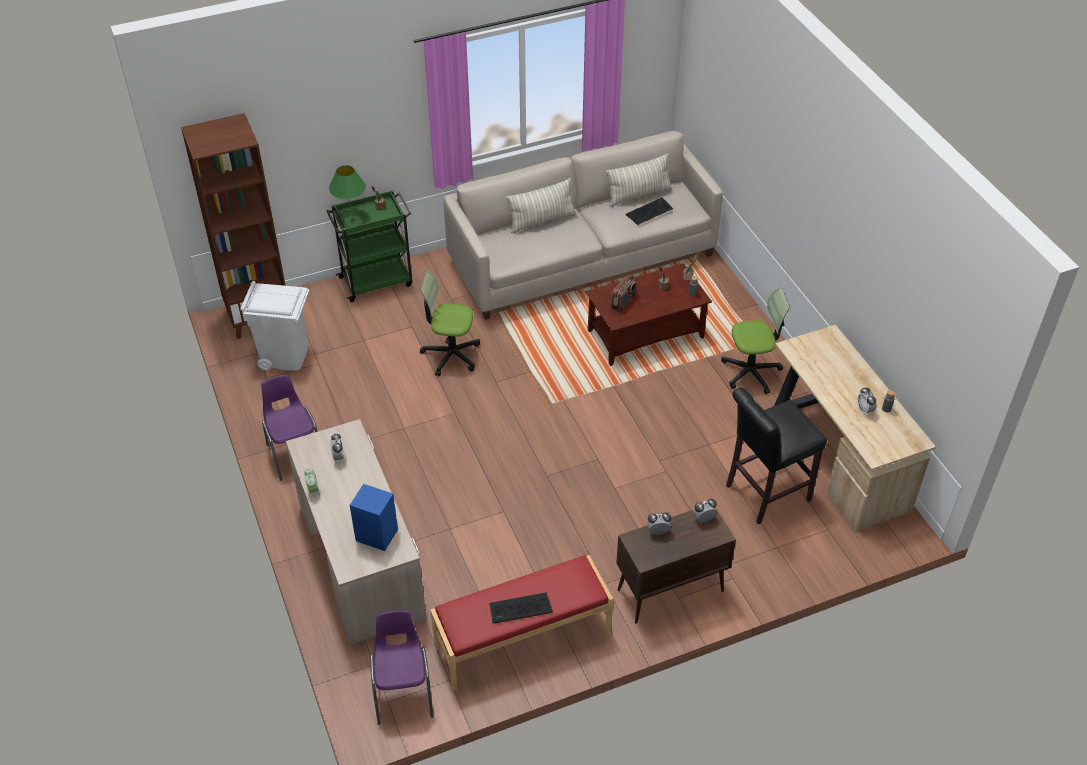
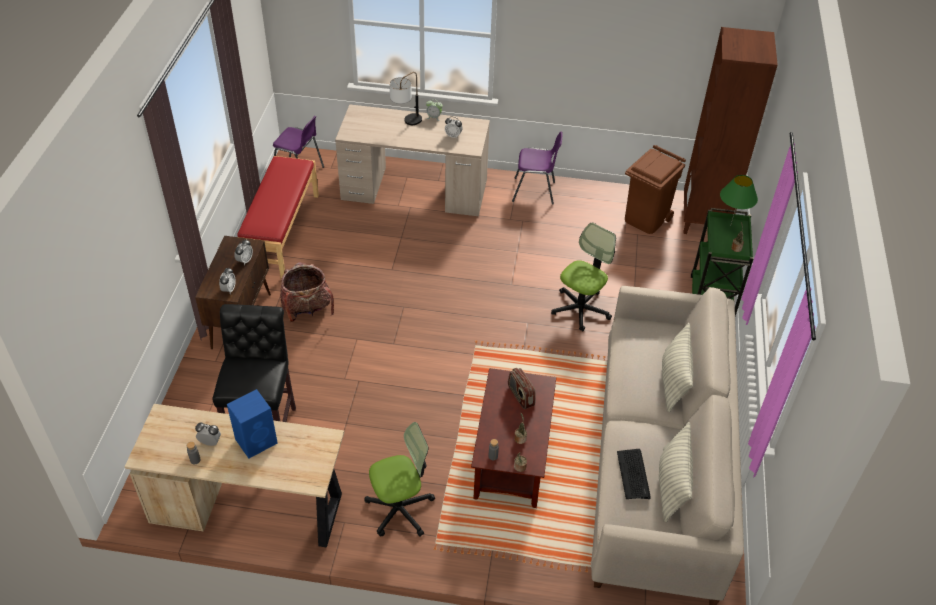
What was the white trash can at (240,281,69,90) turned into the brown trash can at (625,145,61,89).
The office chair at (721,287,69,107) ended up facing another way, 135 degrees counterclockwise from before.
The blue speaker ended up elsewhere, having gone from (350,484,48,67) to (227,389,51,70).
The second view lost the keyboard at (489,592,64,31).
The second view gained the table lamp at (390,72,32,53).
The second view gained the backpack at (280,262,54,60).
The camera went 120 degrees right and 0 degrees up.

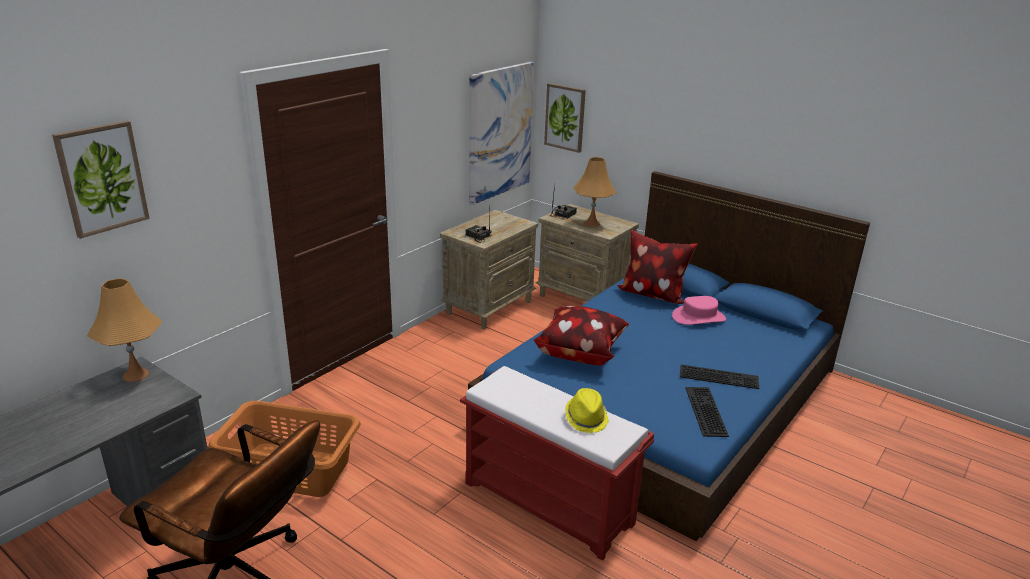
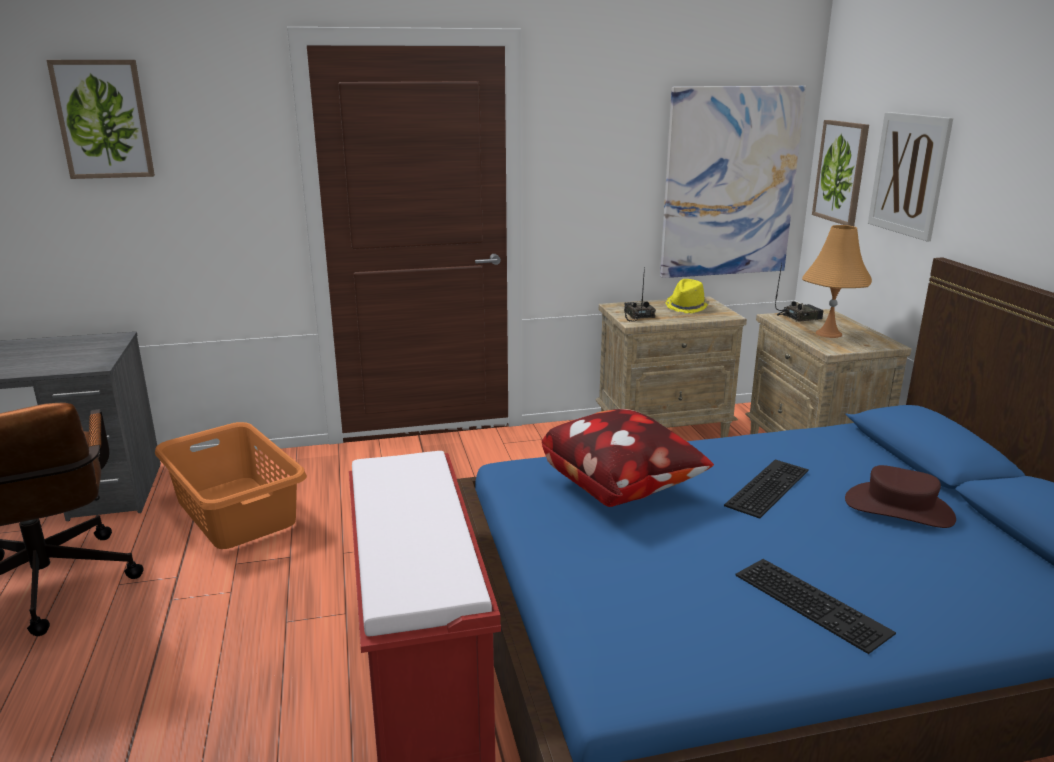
The second view lost the pillow at (617,230,81,74).
The second view lost the orange table lamp at (87,278,75,104).
What was the pink hat at (672,296,54,29) turned into the brown hat at (845,465,111,63).
The keyboard ended up elsewhere, having gone from (685,387,44,50) to (724,459,85,60).
The yellow hat ended up elsewhere, having gone from (565,388,44,45) to (666,279,43,34).
The second view gained the picture at (868,112,85,129).
The camera went 40 degrees right and 5 degrees down.

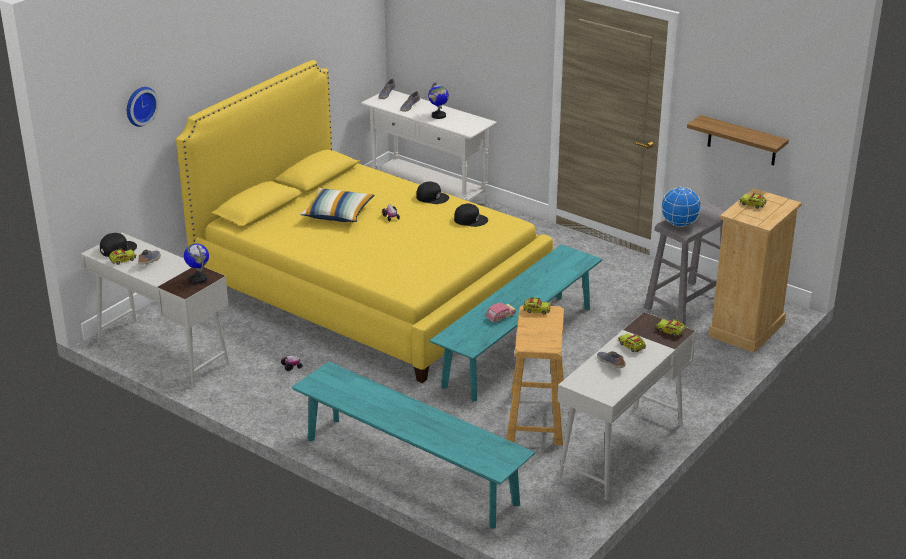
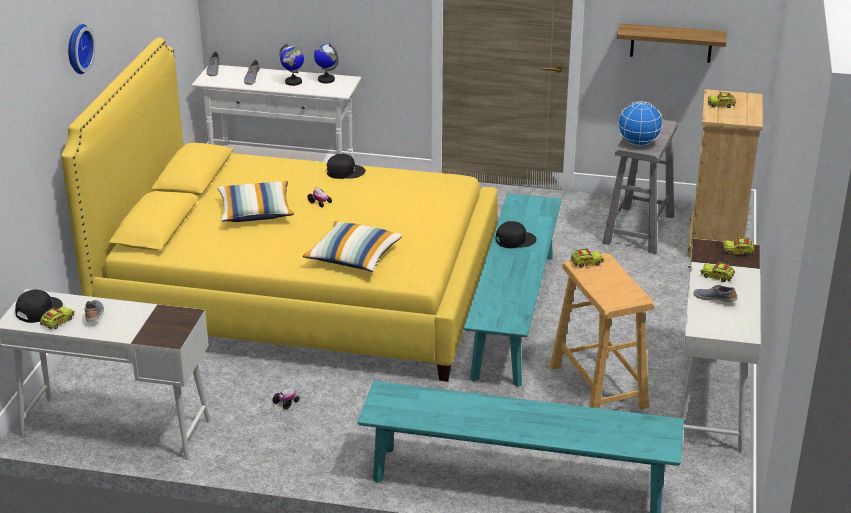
The wall clock ended up elsewhere, having gone from (127,87,32,40) to (68,24,28,50).
The black cap ended up elsewhere, having gone from (454,204,34,23) to (496,221,40,27).
The globe ended up elsewhere, having gone from (184,243,25,41) to (314,43,25,40).
The second view lost the toy car at (486,303,30,19).
The second view gained the pillow at (303,222,99,50).
The camera went 25 degrees left and 0 degrees up.

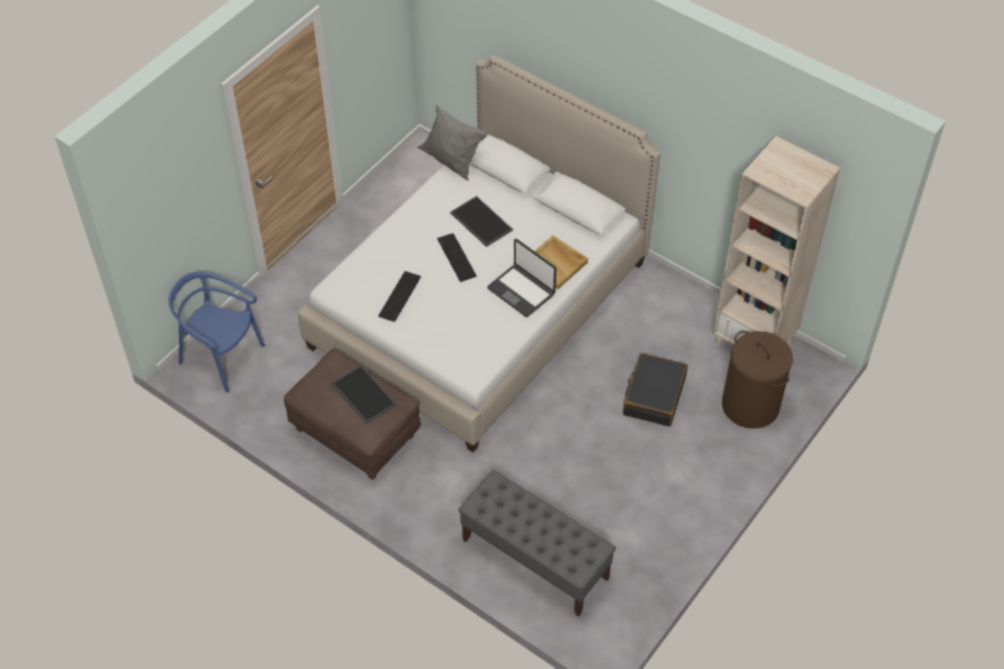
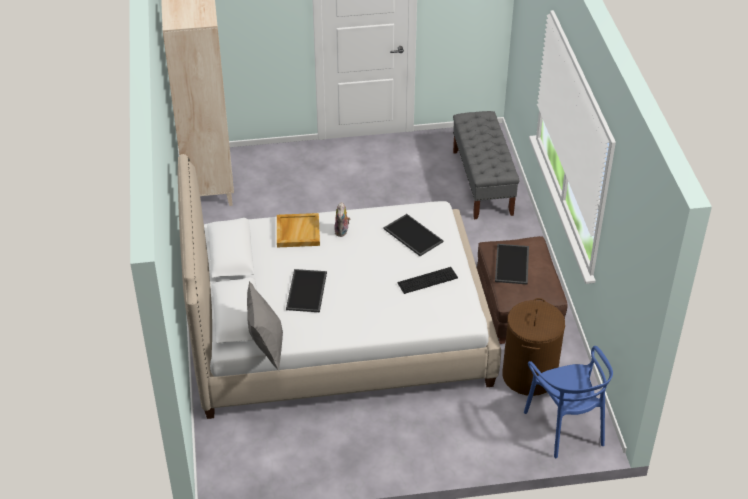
The second view lost the keyboard at (437,233,40,49).
Where the laptop stood at (487,239,69,78), the plush toy came to stand at (334,202,16,35).
The brown laundry basket ended up elsewhere, having gone from (722,331,71,98) to (502,298,63,98).
The second view lost the black suitcase at (623,353,65,74).
The second view gained the tray at (383,214,61,42).
The camera went 135 degrees left and 10 degrees down.

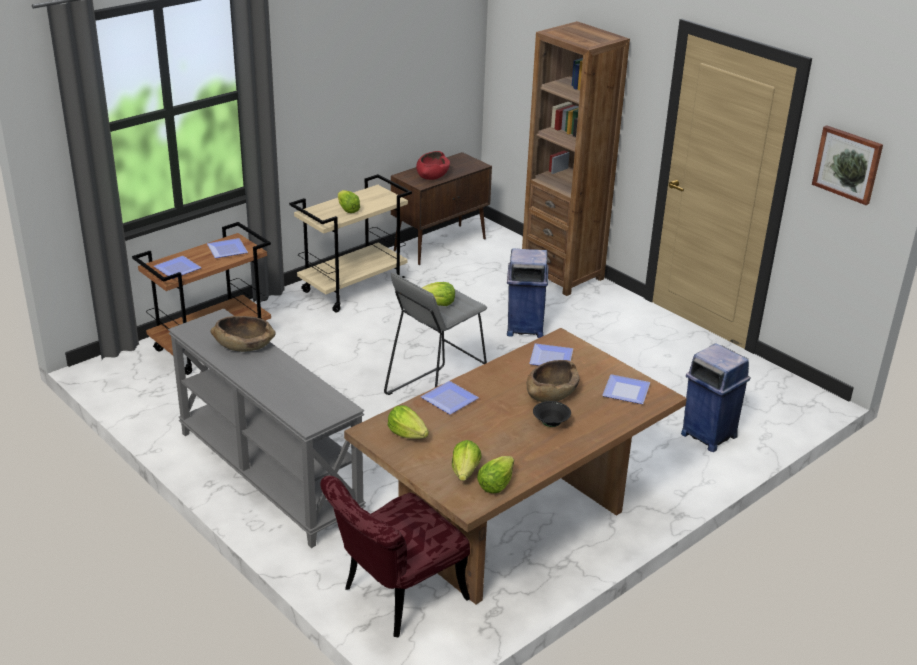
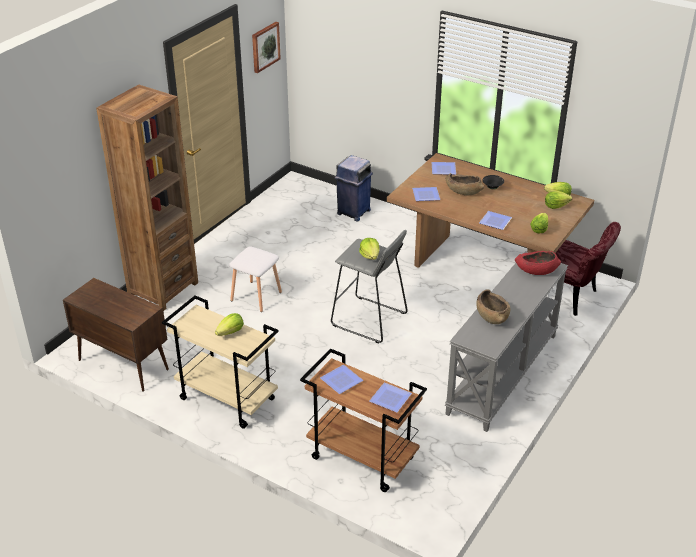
The red bowl ended up elsewhere, having gone from (416,151,34,29) to (515,251,46,24).
Where the blue trash can stood at (507,248,42,90), the white stool came to stand at (229,246,53,66).
The camera went 105 degrees left and 5 degrees up.

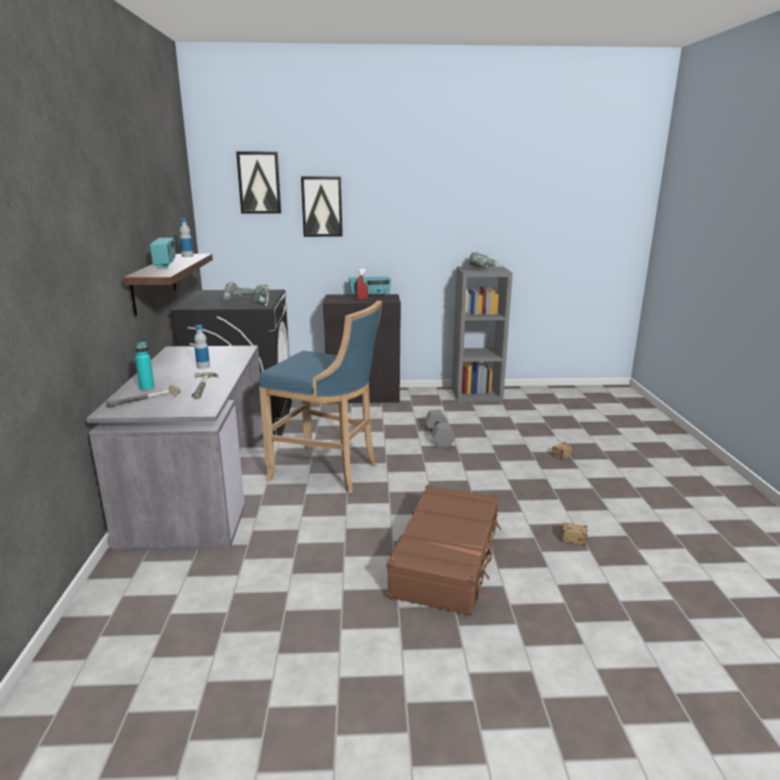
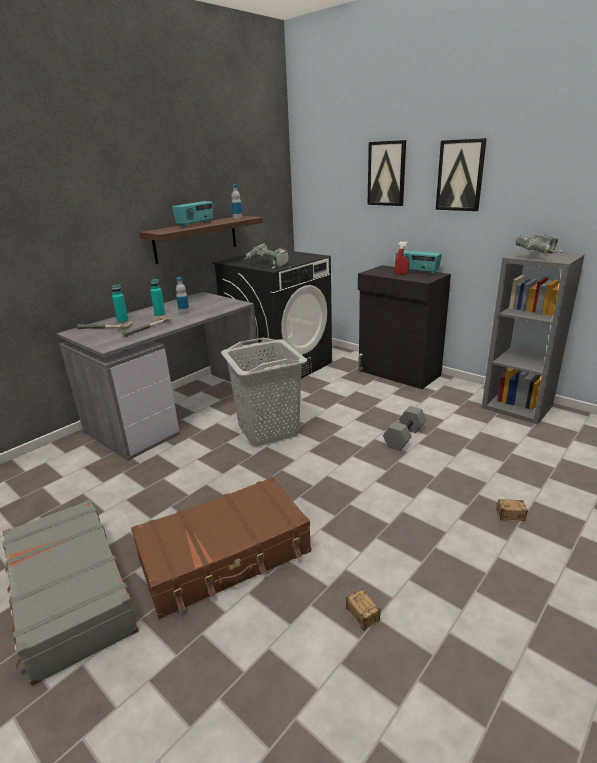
The picture ended up elsewhere, having gone from (236,152,45,62) to (436,138,51,73).
Where the blue stool stood at (259,300,123,193), the grey laundry basket came to stand at (221,338,86,108).
The second view gained the turquoise bottle at (150,279,15,37).
The second view gained the grey suitcase at (3,499,136,187).
The camera went 45 degrees right and 5 degrees up.

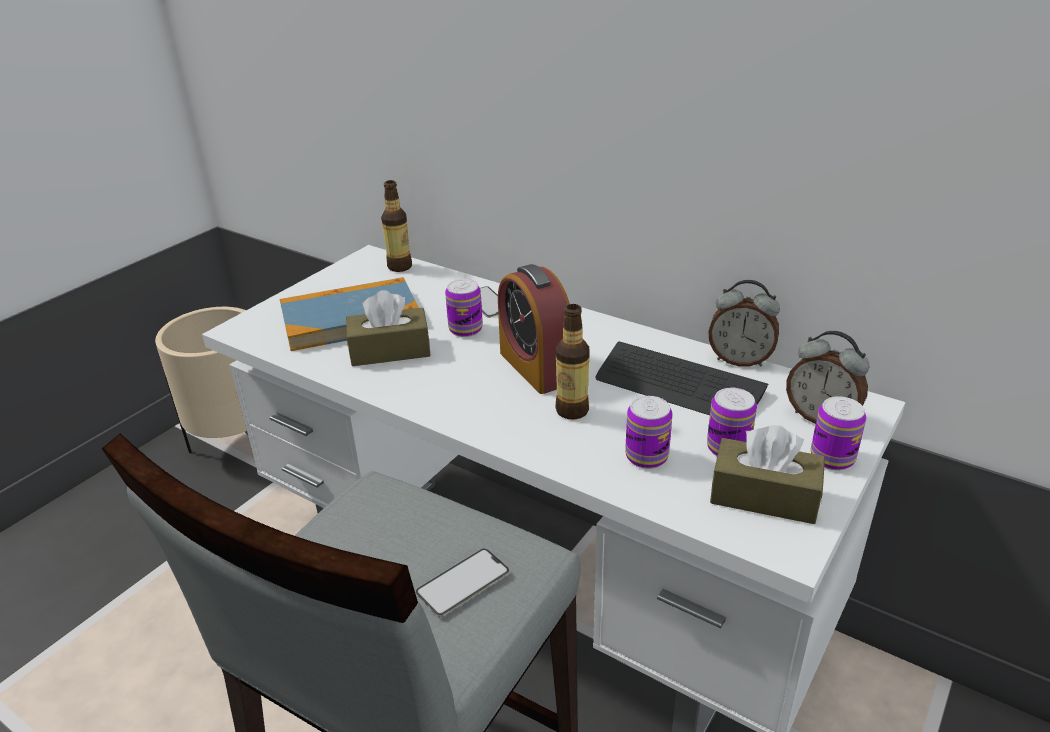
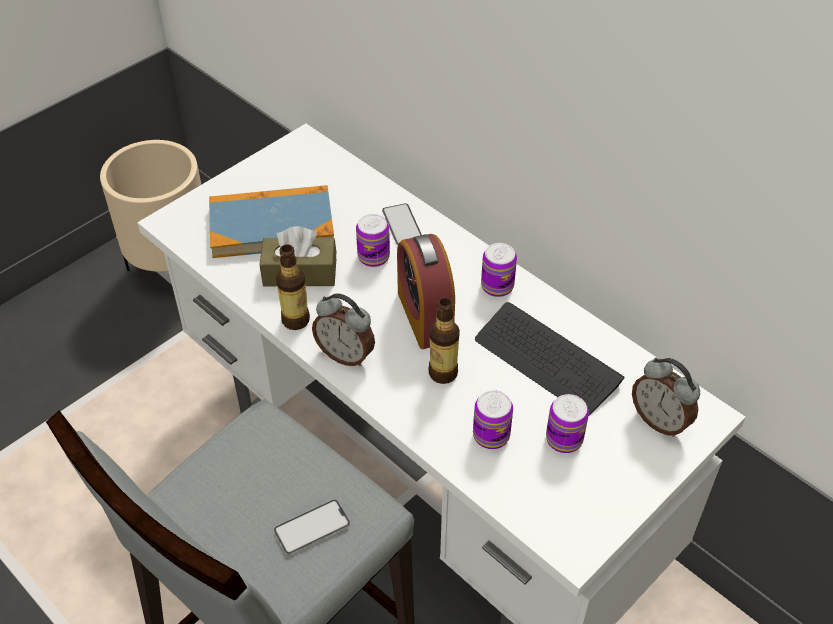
The bottle ended up elsewhere, having gone from (381,180,31,92) to (276,244,34,86).
The alarm clock ended up elsewhere, having gone from (708,280,72,87) to (312,293,63,73).
The can ended up elsewhere, having gone from (811,396,55,74) to (481,243,36,54).
The second view lost the brown tissue box at (710,425,115,99).
The camera went 10 degrees right and 15 degrees up.

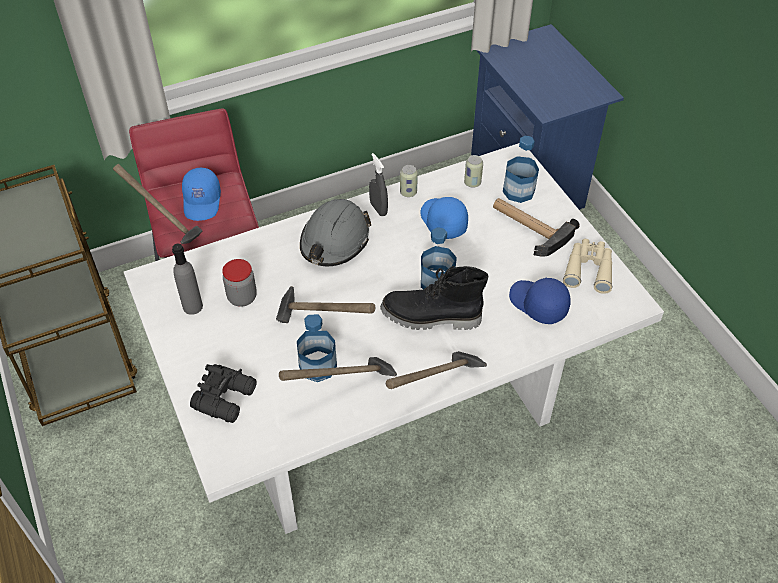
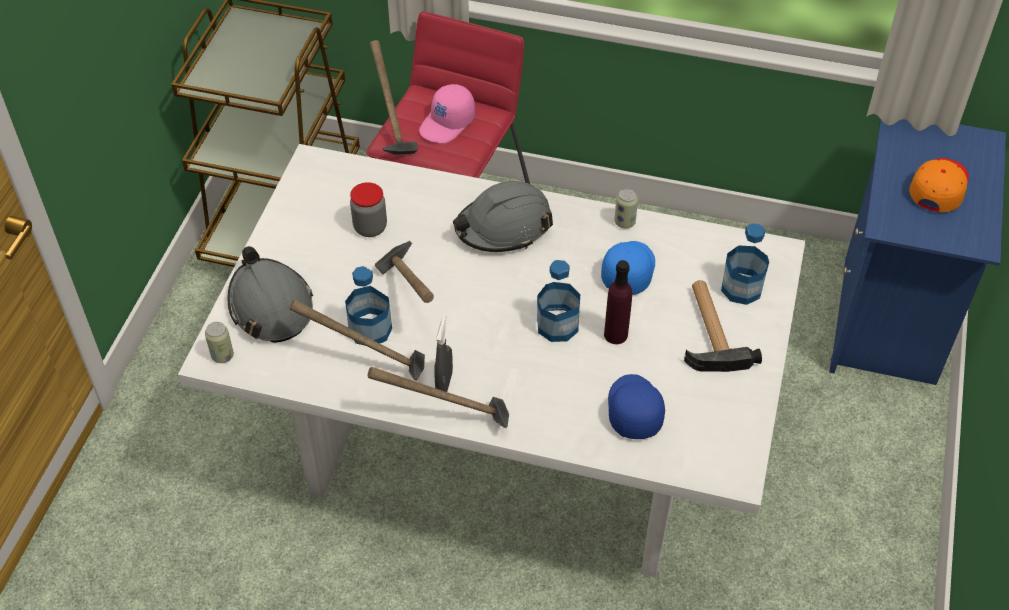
The grey spray bottle ended up elsewhere, having gone from (369,153,19,63) to (434,316,19,76).
The can ended up elsewhere, having gone from (464,155,19,33) to (205,322,29,41).
What was the blue cap at (182,168,39,53) turned into the pink cap at (419,84,56,59).
The second view lost the beige binoculars at (563,239,49,55).
The second view lost the grey bottle at (172,244,31,71).
The second view lost the black boot at (380,266,108,64).
Where the black binoculars stood at (190,364,67,59), the grey hard hat came to stand at (228,246,85,97).
The second view gained the orange cap at (909,158,60,54).
The second view gained the purple bottle at (604,260,28,84).
The camera went 40 degrees right and 0 degrees up.

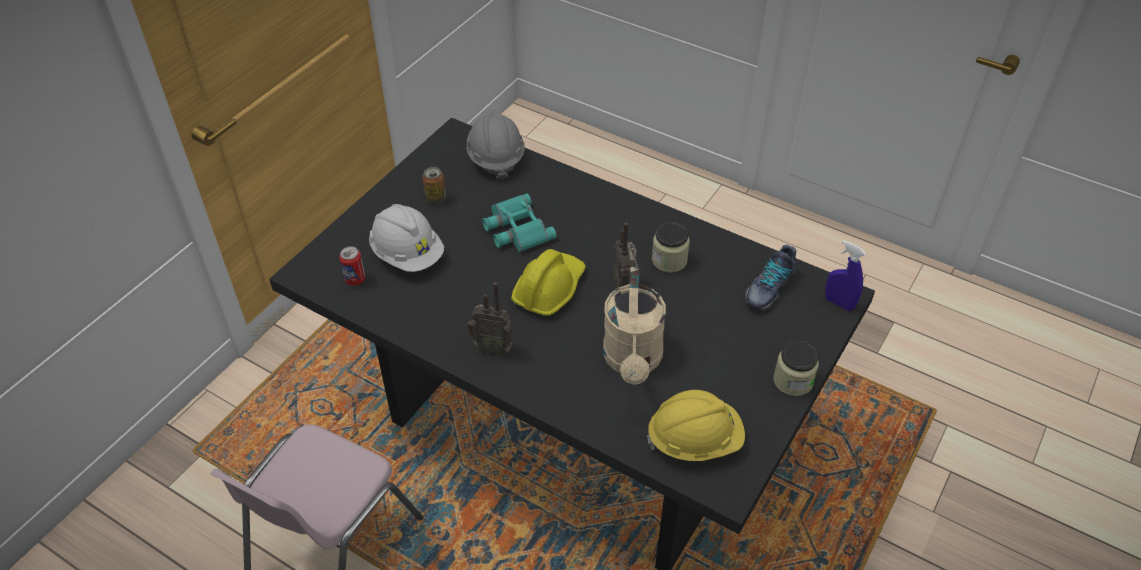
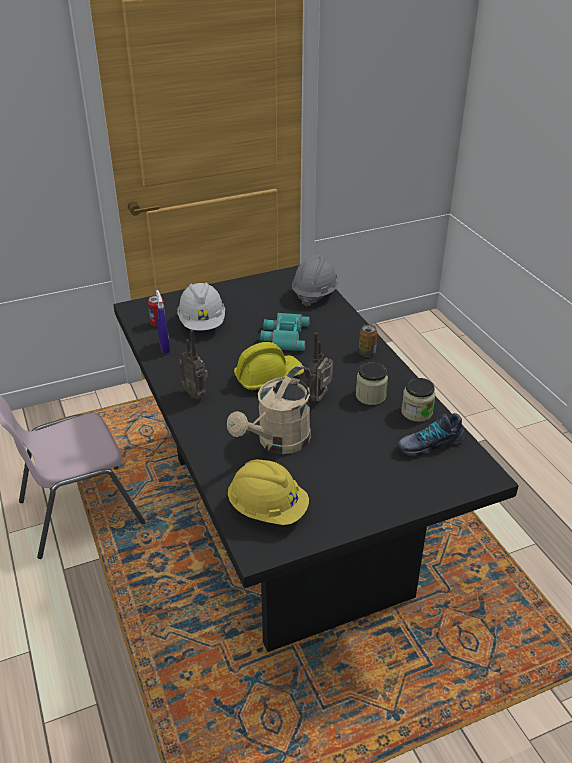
The can ended up elsewhere, having gone from (423,167,23,38) to (359,324,18,33).
The blue spray bottle ended up elsewhere, having gone from (825,240,41,71) to (156,290,14,63).
The jar ended up elsewhere, having gone from (773,341,46,55) to (401,378,35,44).
The camera went 35 degrees right and 10 degrees down.

